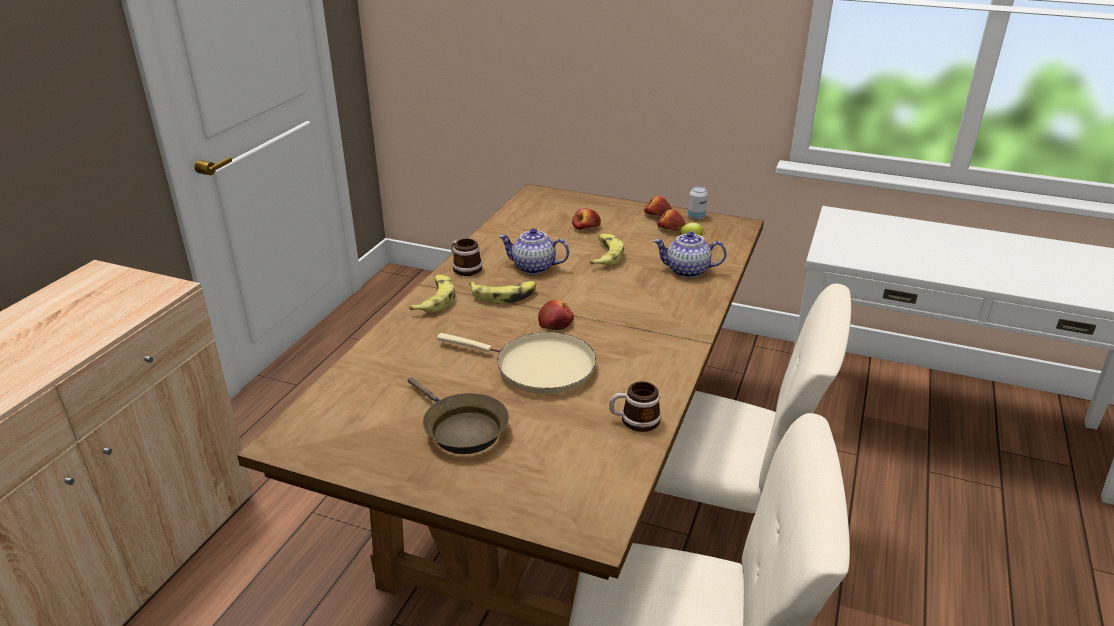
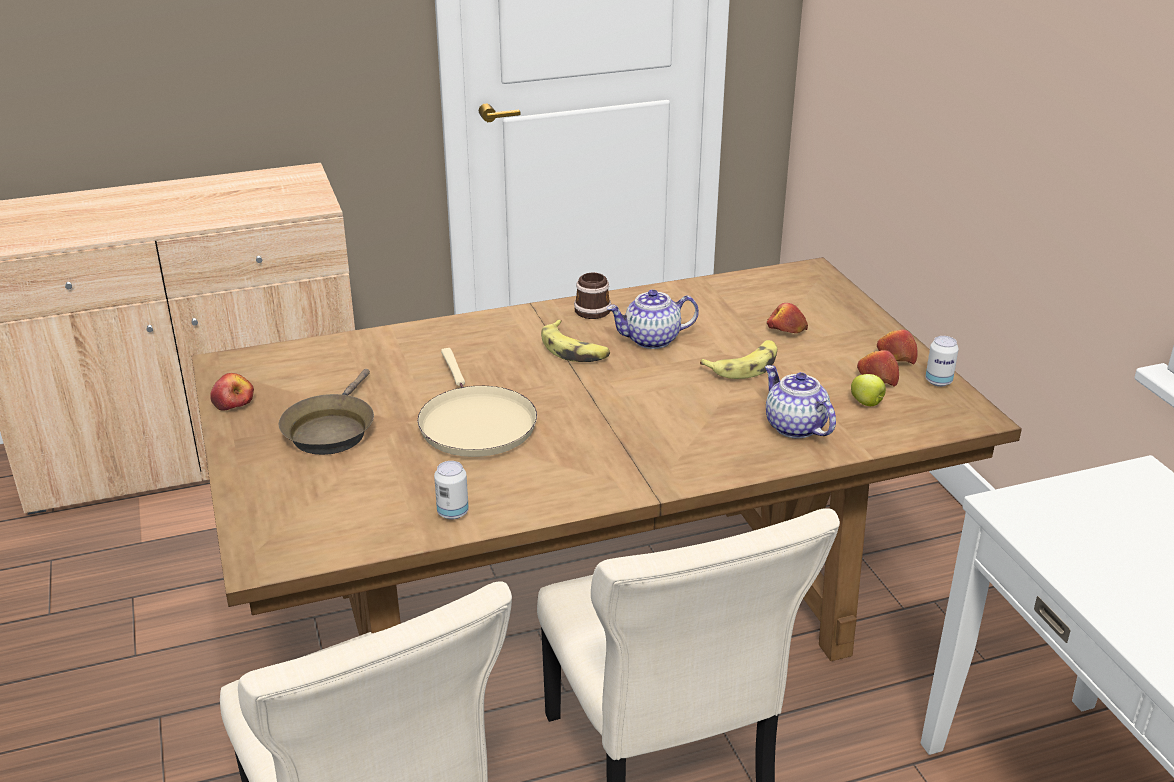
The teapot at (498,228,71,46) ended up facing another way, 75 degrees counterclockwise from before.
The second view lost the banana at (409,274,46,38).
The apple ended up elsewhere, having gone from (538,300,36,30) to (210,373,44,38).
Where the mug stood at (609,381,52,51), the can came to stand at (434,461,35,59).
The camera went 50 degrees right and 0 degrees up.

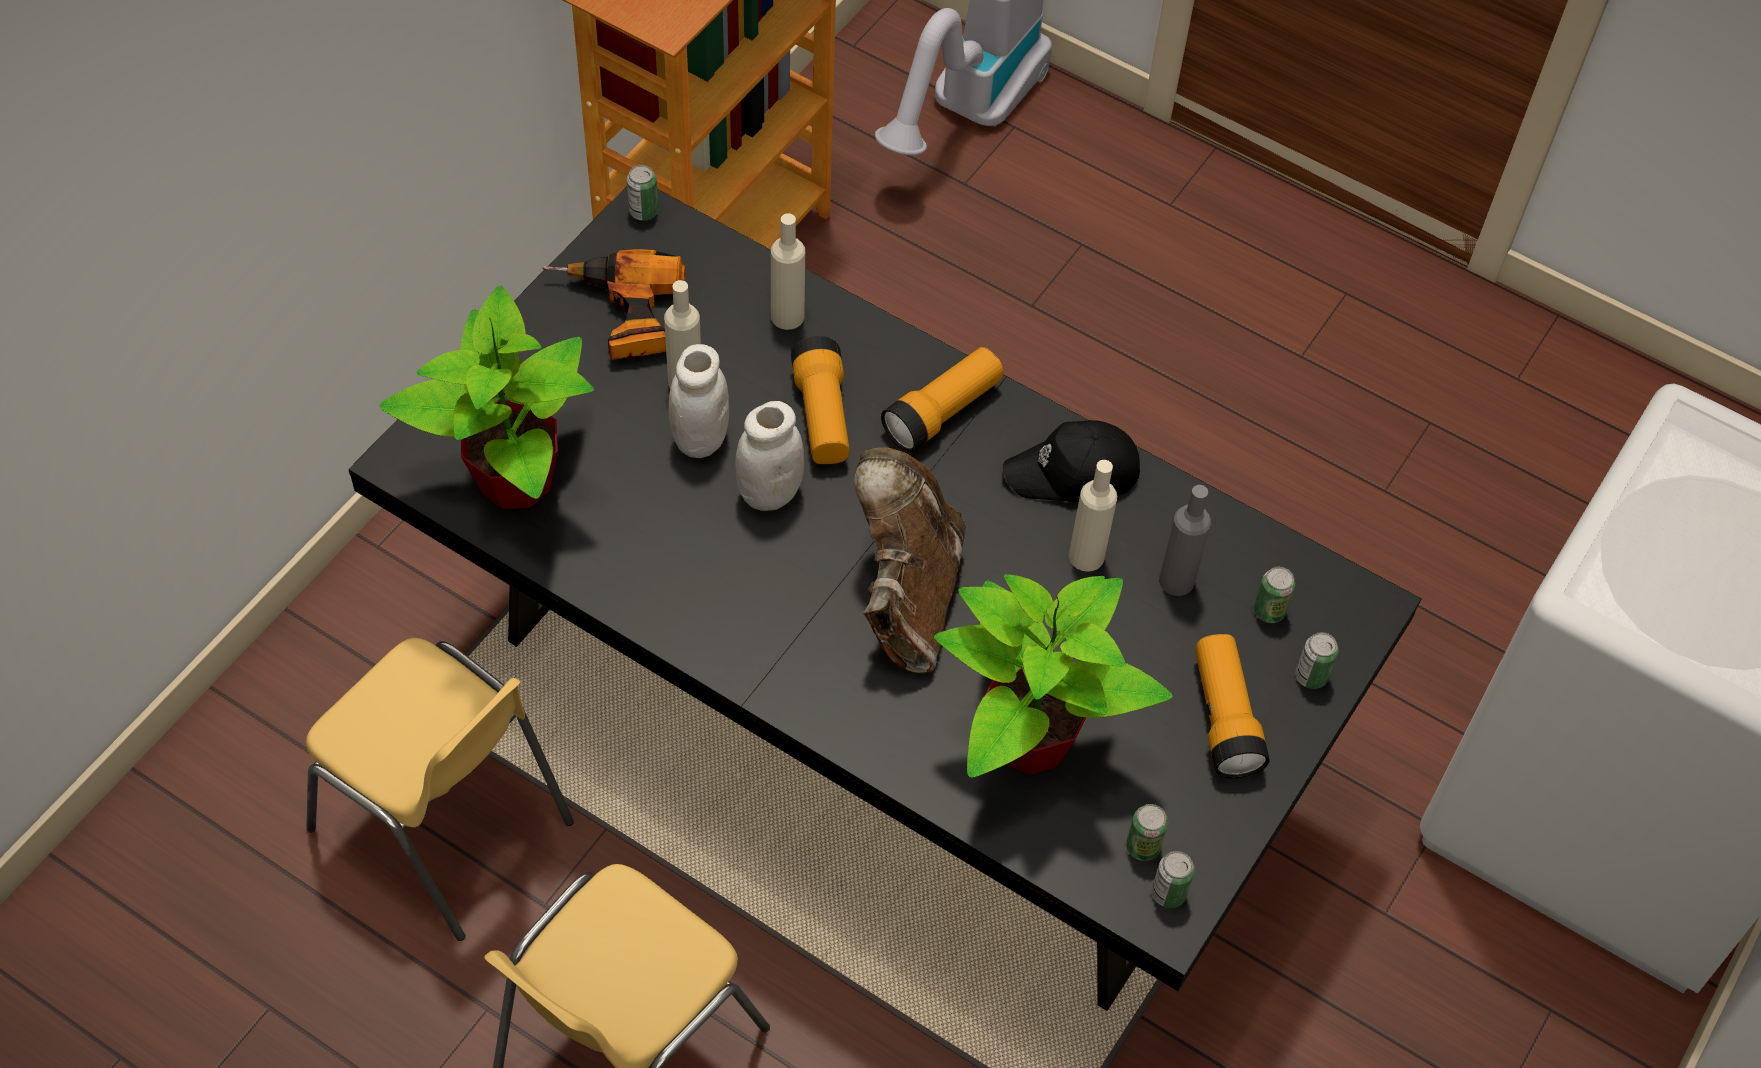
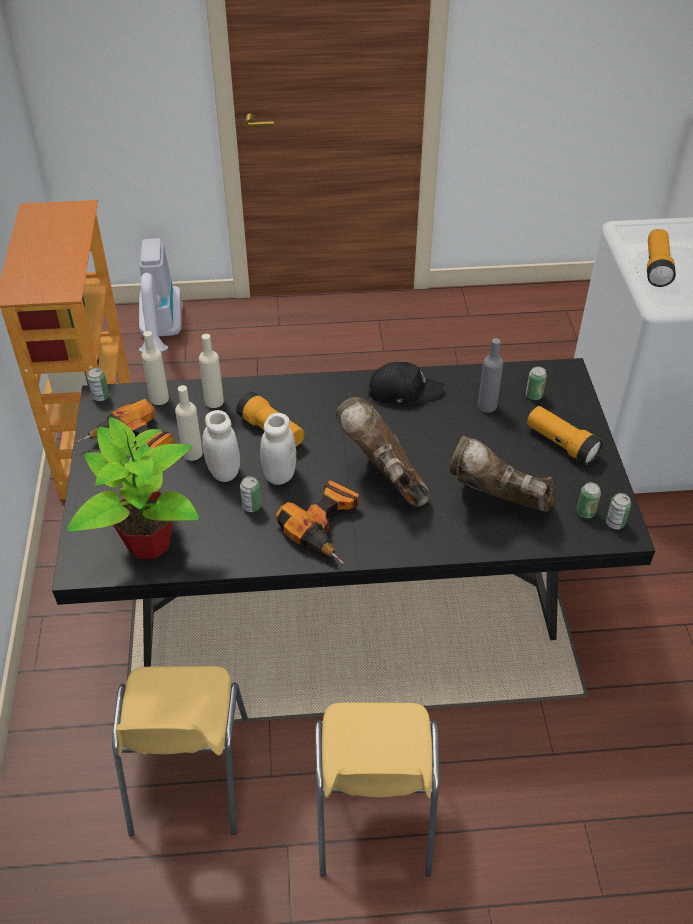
The flashlight ended up elsewhere, having gone from (881,347,122,105) to (647,229,29,58).
The black cap at (1003,420,137,83) ended up facing another way, 135 degrees counterclockwise from before.
The beige bottle ended up elsewhere, having gone from (1069,460,48,112) to (142,331,27,74).
Where the potted plant stood at (934,574,239,204), the brown boot came to stand at (450,436,105,76).
The can ended up elsewhere, having gone from (1295,632,44,57) to (240,476,21,36).
The yellow chair at (306,638,268,303) ended up facing another way, 90 degrees clockwise from before.
The second view gained the power drill at (276,480,83,84).
The camera went 35 degrees left and 10 degrees down.

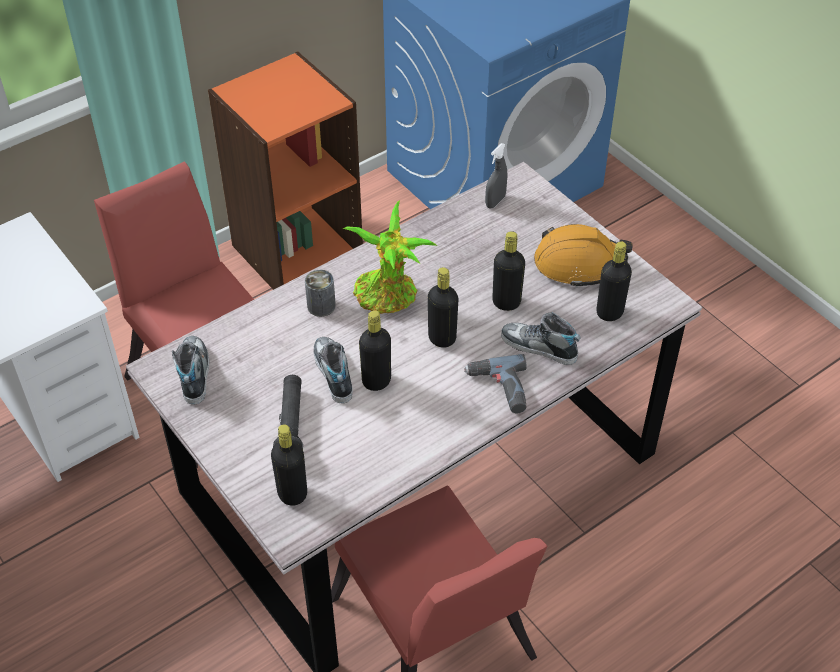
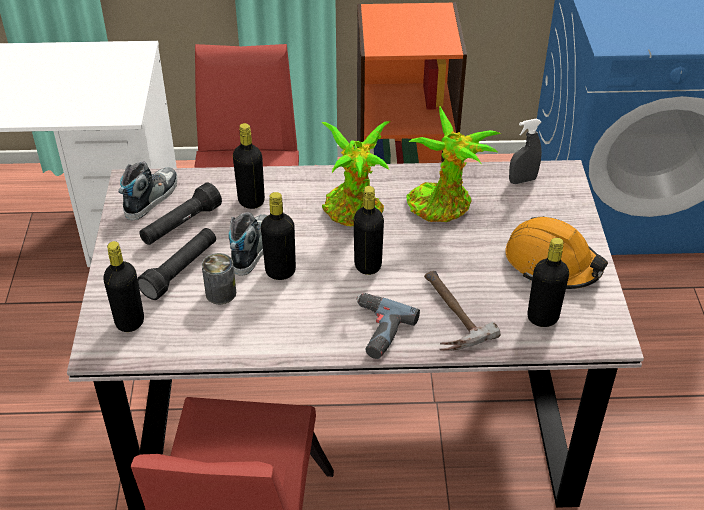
The black bottle ended up elsewhere, having gone from (492,231,33,80) to (233,123,32,86).
The can ended up elsewhere, having gone from (305,270,31,47) to (201,253,35,51).
Where the shoe stood at (501,312,80,53), the hammer came to stand at (424,271,77,80).
The second view gained the potted plant at (407,106,94,116).
The second view gained the black flashlight at (139,182,83,63).
The camera went 35 degrees right and 5 degrees down.

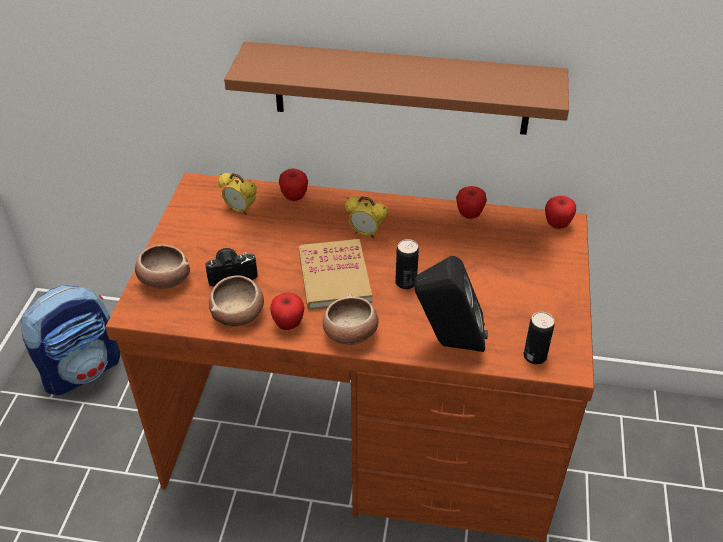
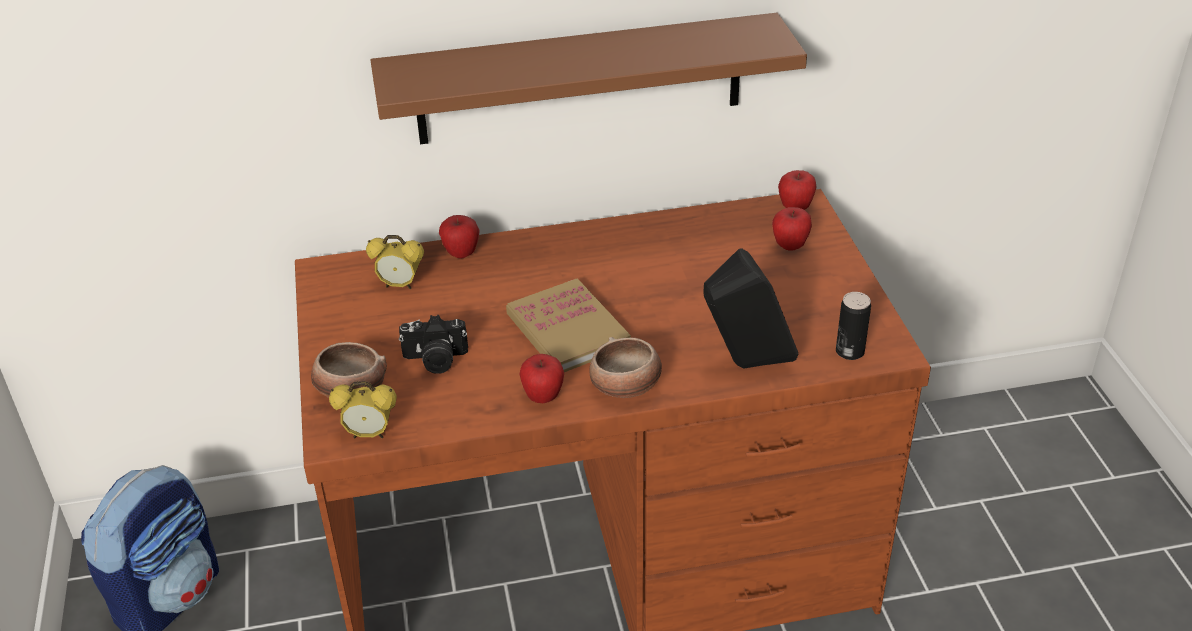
The apple ended up elsewhere, having gone from (456,186,31,33) to (772,207,40,44).
The alarm clock ended up elsewhere, having gone from (345,196,43,42) to (329,381,68,57).
The second view lost the can at (395,239,24,50).
The photo camera at (205,248,53,39) ended up facing another way, 150 degrees counterclockwise from before.
The second view lost the bowl at (209,275,55,52).
The camera went 20 degrees left and 5 degrees down.

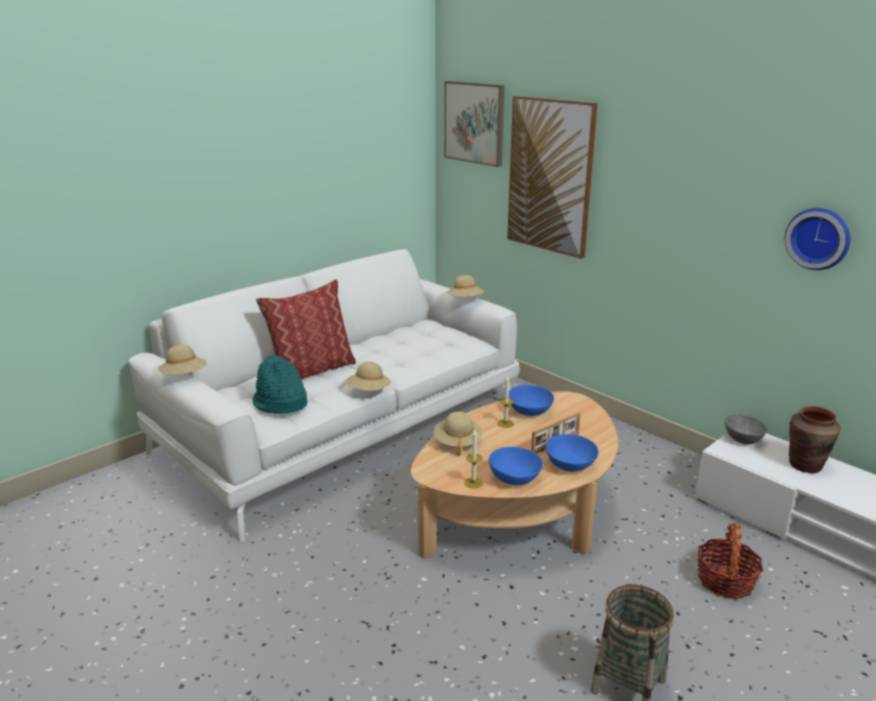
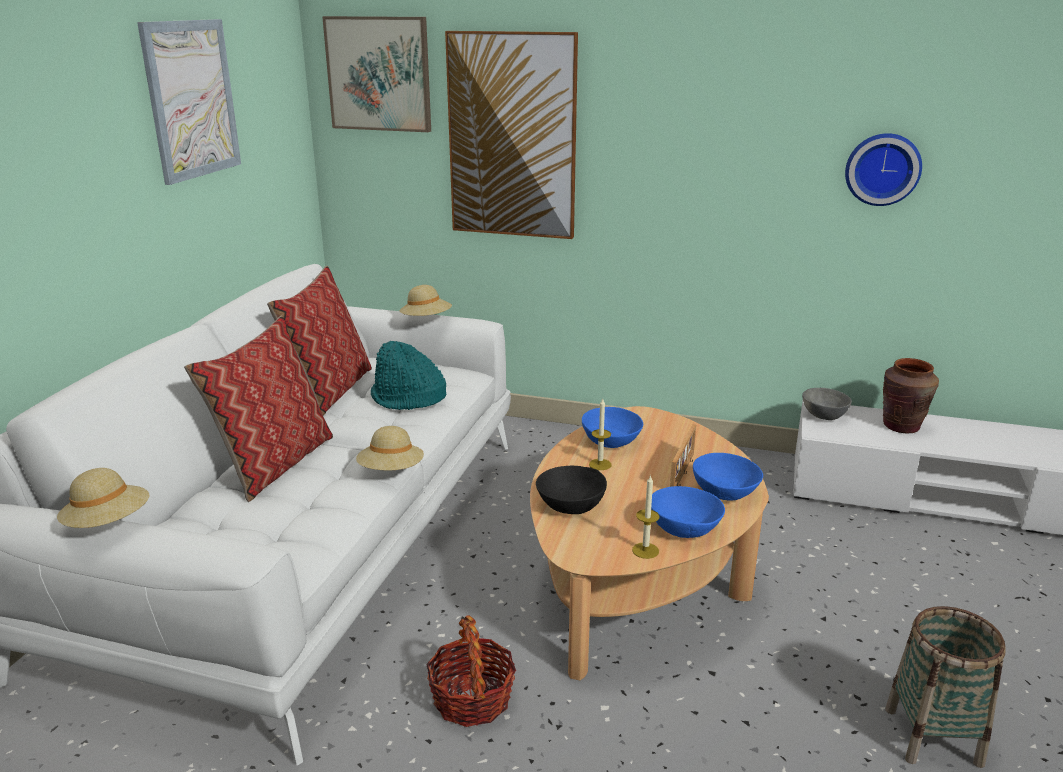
The turquoise hat ended up elsewhere, having gone from (252,355,56,59) to (371,341,75,69).
Where the beige hat stood at (434,411,48,45), the black bowl came to stand at (536,466,71,48).
The basket ended up elsewhere, having gone from (697,523,66,76) to (426,615,90,112).
The second view gained the picture at (137,19,104,166).
The second view gained the pillow at (267,266,105,150).
The camera went 30 degrees left and 0 degrees up.

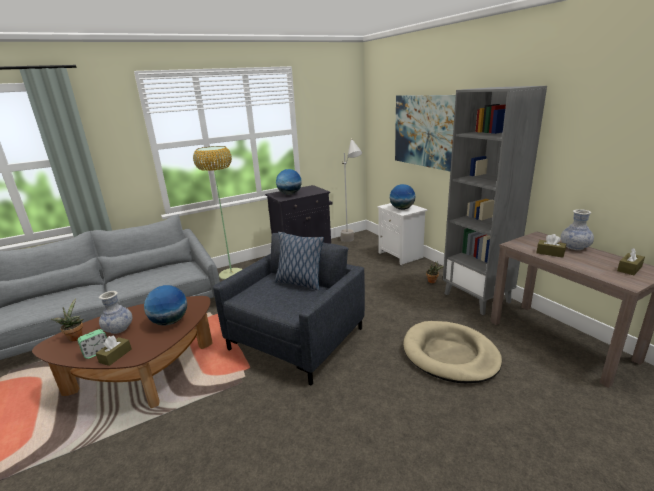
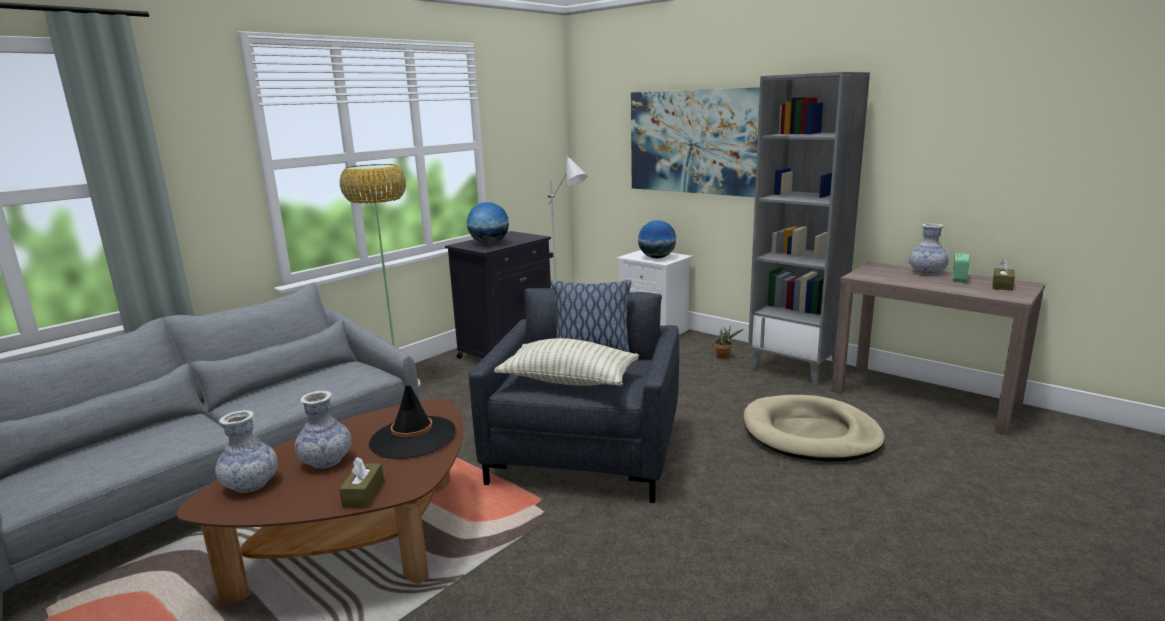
The second view lost the brown tissue box at (536,234,30,24).
Where the globe stood at (144,285,43,41), the black hat came to stand at (369,385,86,74).
Where the potted plant stood at (50,298,33,43), the vase came to stand at (215,410,63,83).
The alarm clock ended up elsewhere, having gone from (77,329,30,30) to (953,253,16,29).
The second view gained the pillow at (494,338,145,48).
The camera went 20 degrees left and 5 degrees down.

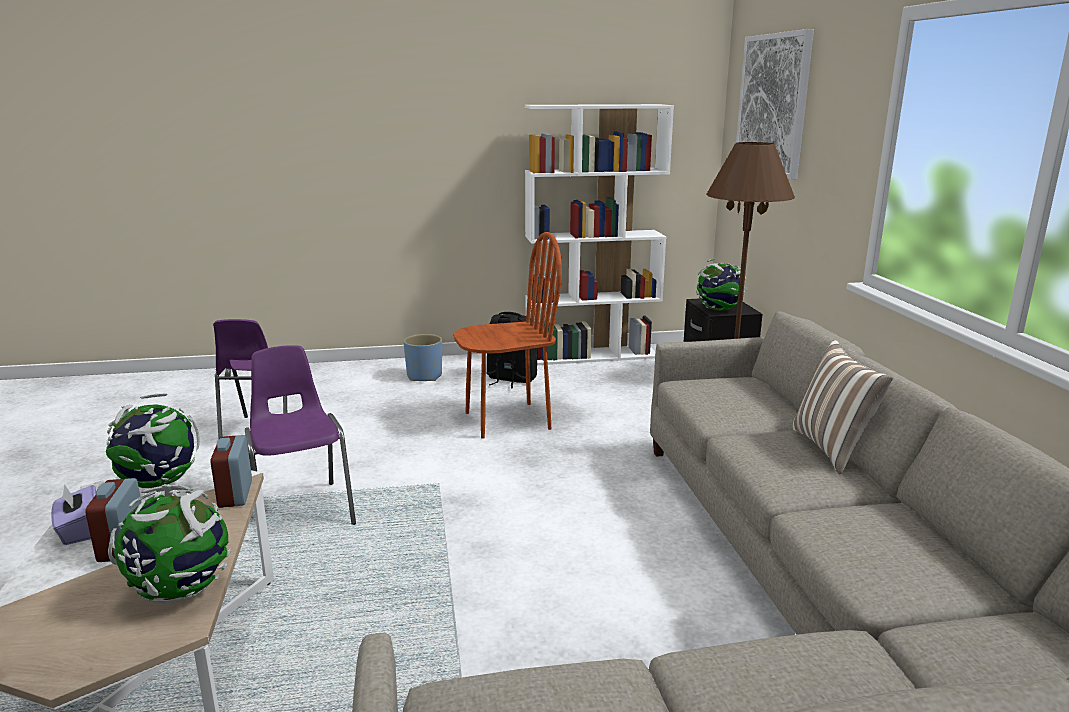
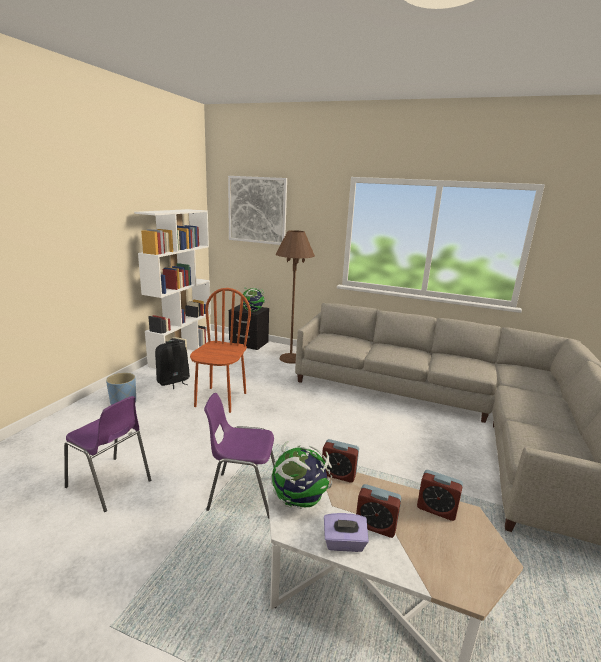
The second view lost the pillow at (792,340,101,135).
Where the globe stood at (108,484,123,119), the alarm clock came to stand at (417,470,46,51).
The camera went 60 degrees left and 0 degrees up.

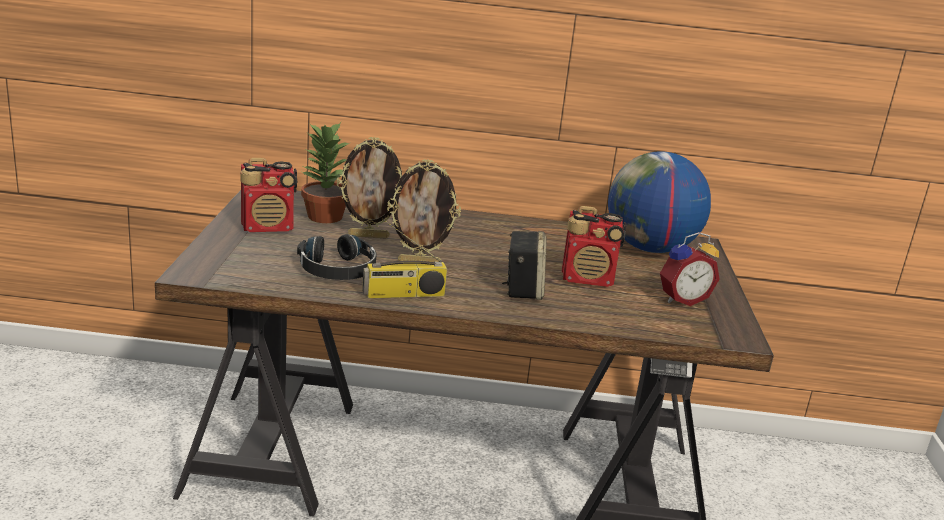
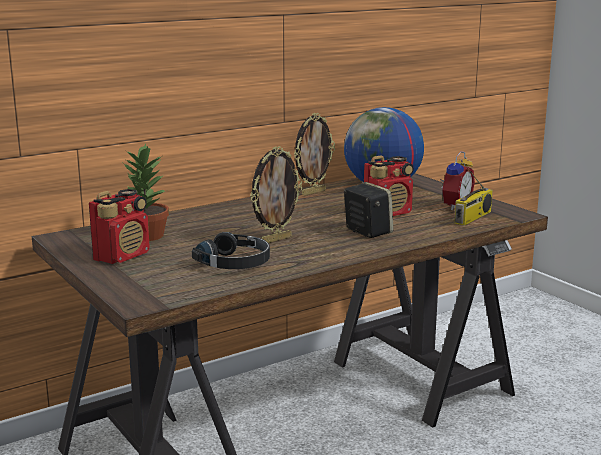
The picture frame ended up elsewhere, having gone from (337,137,65,102) to (294,113,41,83).
The radio ended up elsewhere, having gone from (362,219,85,80) to (454,163,39,63).
The camera went 35 degrees left and 5 degrees down.

